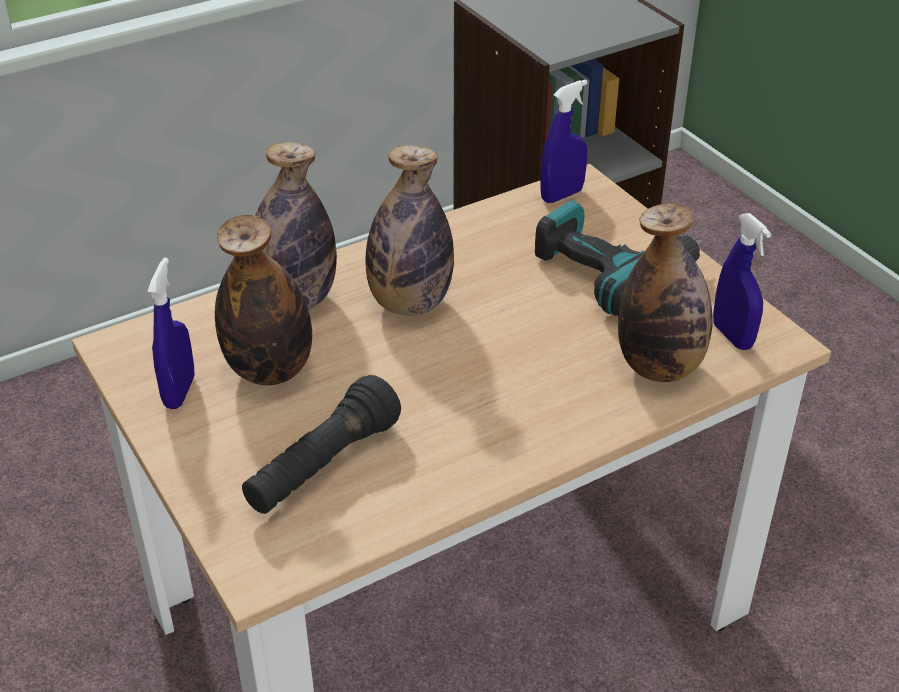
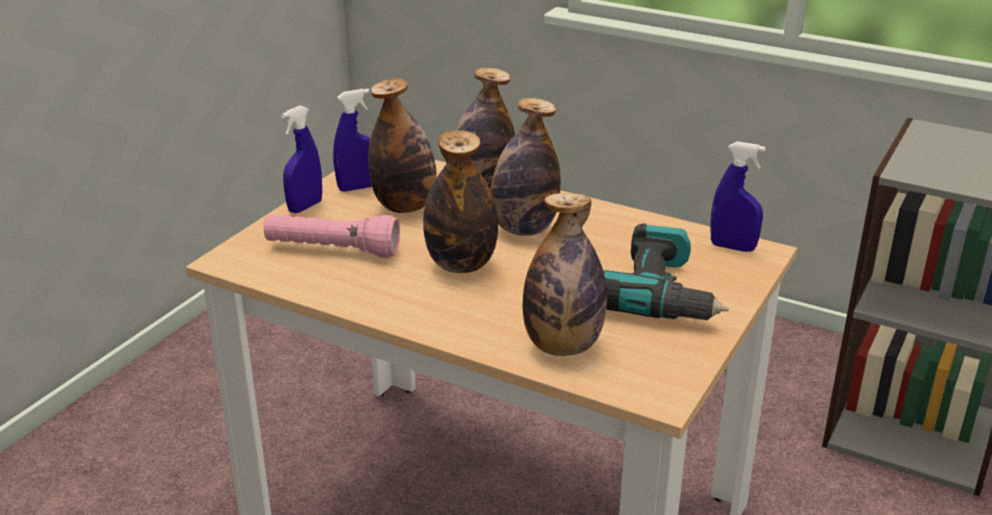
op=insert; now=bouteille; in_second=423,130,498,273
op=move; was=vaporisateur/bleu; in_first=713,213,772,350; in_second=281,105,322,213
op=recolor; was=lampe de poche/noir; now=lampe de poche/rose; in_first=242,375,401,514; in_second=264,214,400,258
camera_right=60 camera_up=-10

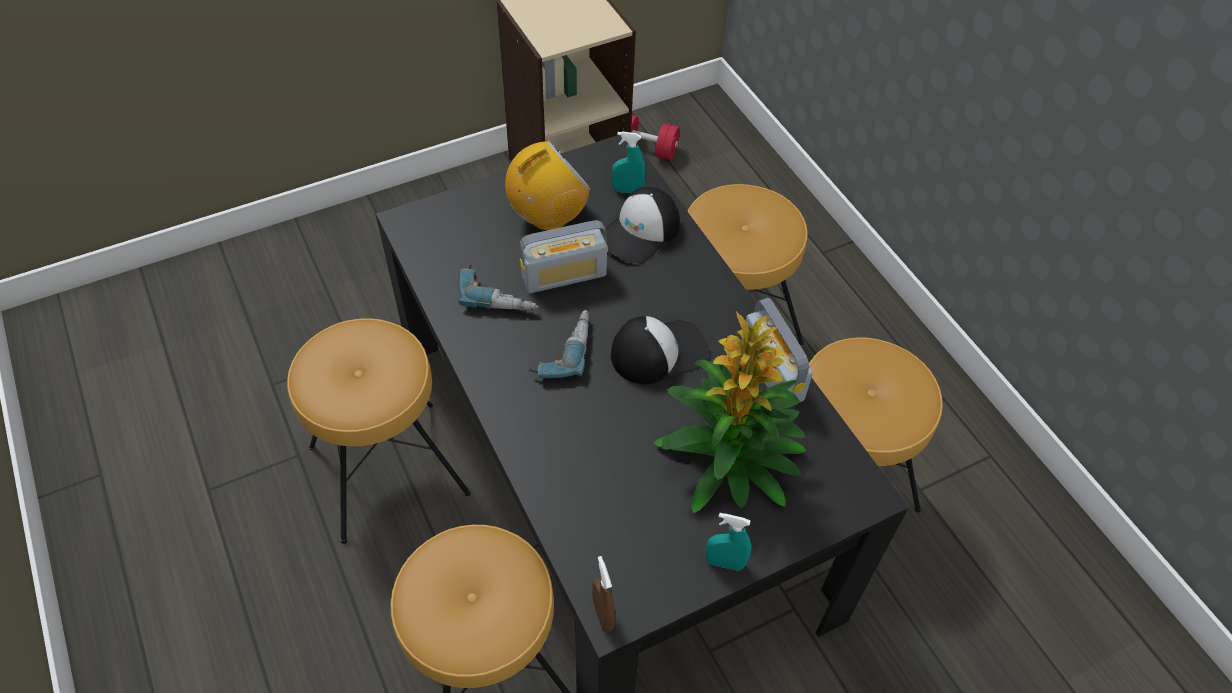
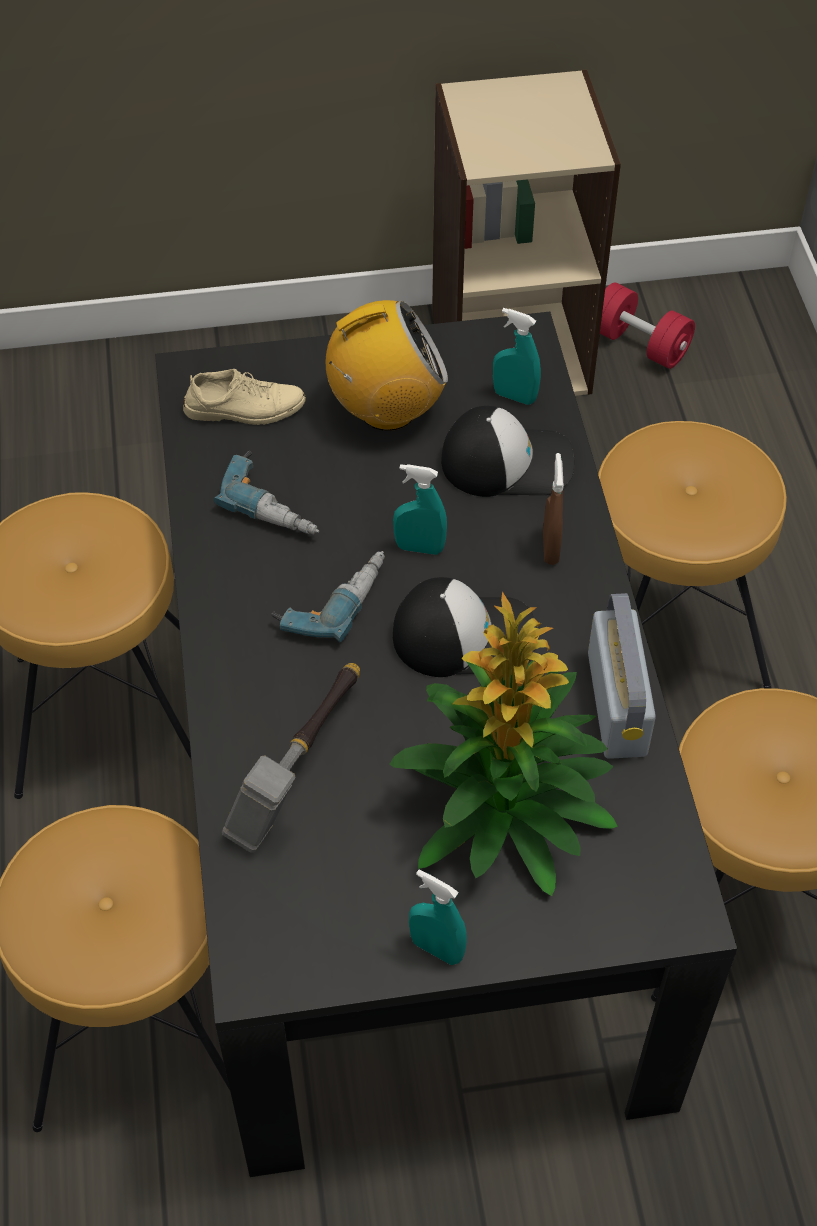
op=delete; was=radio; in_first=519,220,608,293
op=insert; now=chaussure/beige; in_second=183,369,306,425
op=insert; now=marteau; in_second=222,663,360,853
op=insert; now=vaporisateur/turquoise; in_second=393,464,447,555
op=move; was=vaporisateur/marron; in_first=592,556,616,632; in_second=543,453,564,565
op=rotate; was=casquette; in_first=601,187,680,264; in_second=441,406,574,497; clockwise=-150
camera_right=20 camera_up=0

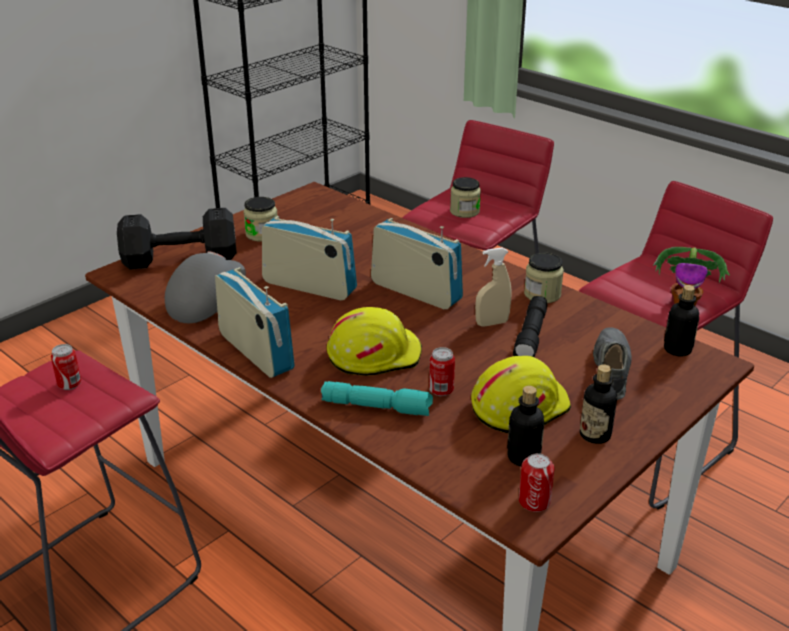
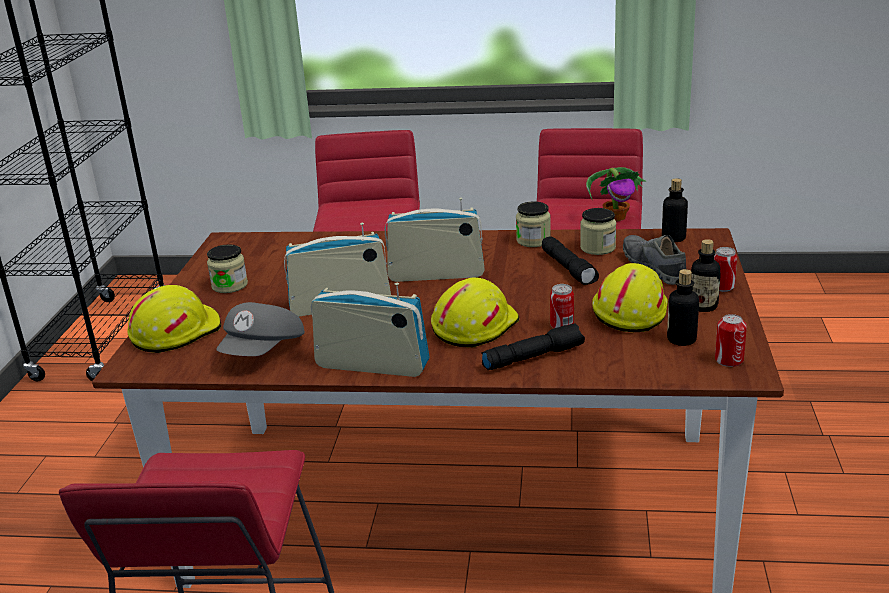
op=delete; was=vaporisateur/beige; in_first=475,248,512,327
op=move; was=boîte métallique; in_first=51,344,81,390; in_second=714,247,737,292
op=move; was=bocal; in_first=450,177,481,218; in_second=580,208,616,255
op=replace; was=haltère/noir; now=casque de chantier/jaune; in_first=117,208,237,270; in_second=127,285,221,353
op=recolor; was=lampe de poche/turquoise; now=lampe de poche/noir; in_first=321,381,433,416; in_second=481,323,585,370
op=rotate; was=casquette/gris; in_first=165,251,246,323; in_second=216,302,305,356; clockwise=-150
camera_right=-35 camera_up=-5

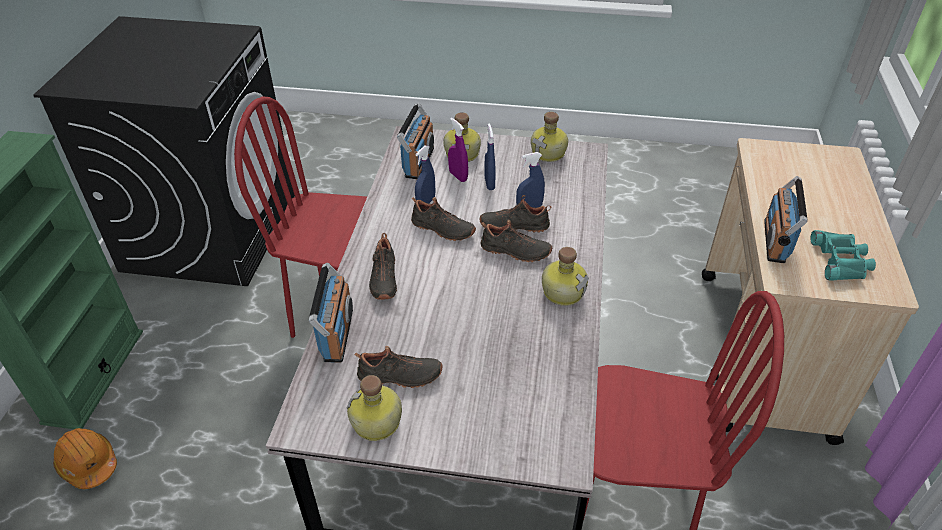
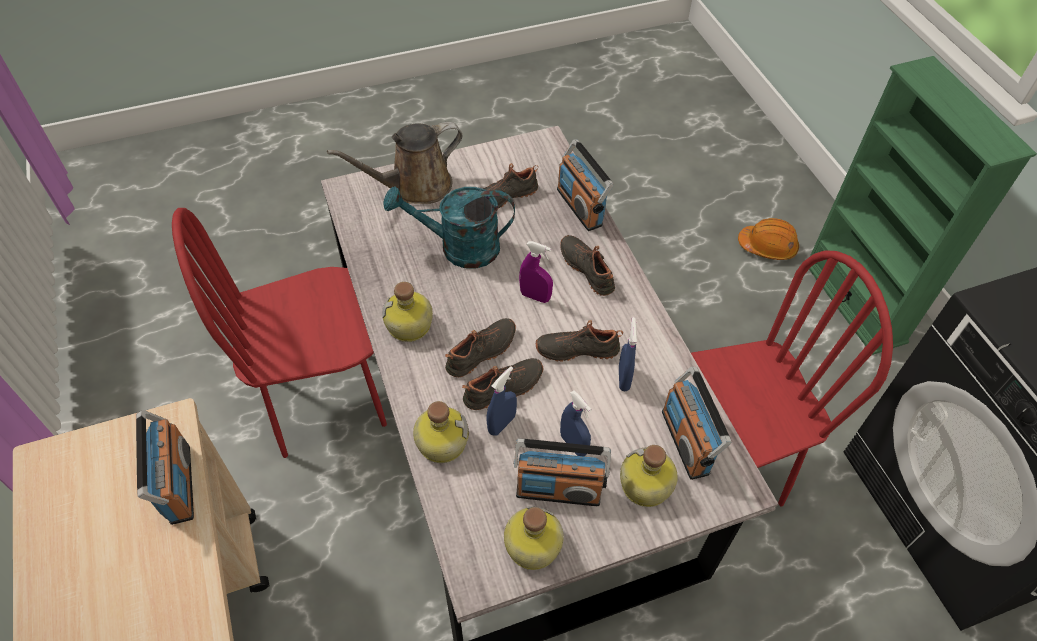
op=delete; was=jumelles/turquoise; in_first=810,230,876,280
op=insert; now=arrosoir/marron; in_second=327,122,462,204
op=insert; now=arrosoir/turquoise; in_second=383,186,515,269
op=insert; now=radio; in_second=513,438,611,506
op=move; was=bouteille; in_first=347,375,402,441; in_second=413,401,469,463
op=move; was=vaporisateur/violet; in_first=448,118,468,182; in_second=519,241,553,303
op=rotate; was=chaussure/noir; in_first=480,220,552,262; in_second=445,318,516,377; clockwise=150
camera_right=150 camera_up=10

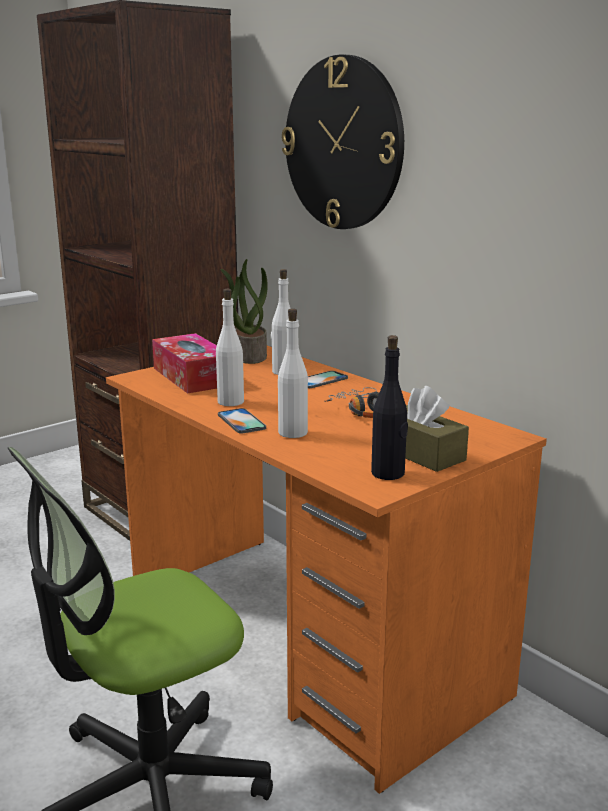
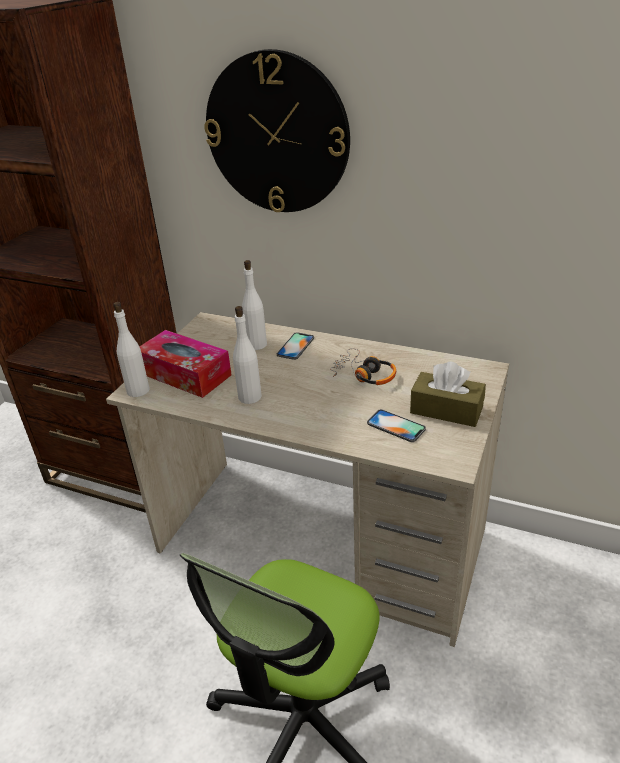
op=delete; was=plante en pot; in_first=220,259,268,364
op=delete; was=bouteille/noir; in_first=371,335,408,480
op=move; was=téléphone; in_first=218,408,266,434; in_second=367,409,426,442
op=move; was=bouteille/blanc; in_first=278,309,308,438; in_second=113,302,150,397
op=recolor; was=bureau/orange; now=bureau/beige; in_first=106,346,547,794; in_second=106,312,509,647
camera_right=-25 camera_up=15

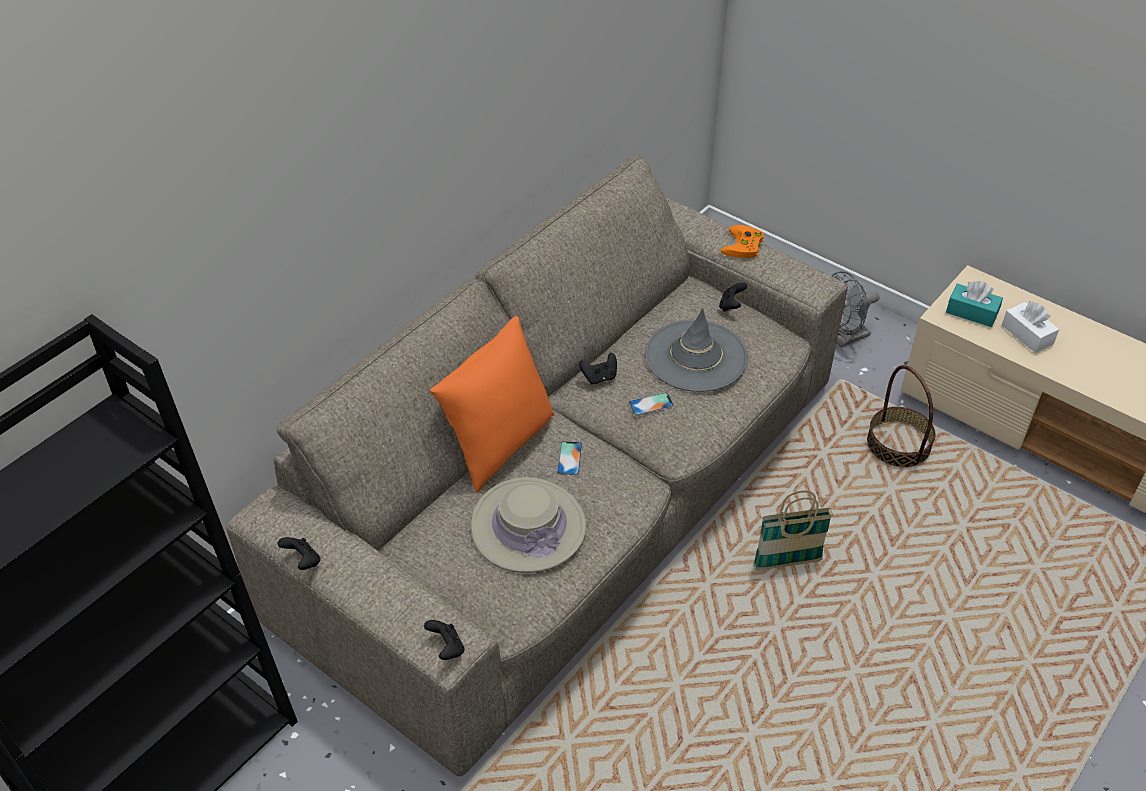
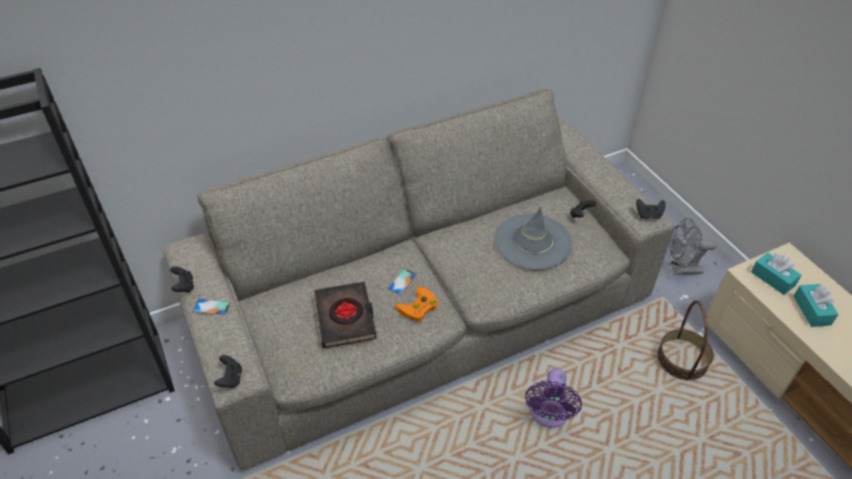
op=delete; was=coussin/orange; in_first=430,316,554,493
op=move; was=manette/noir; in_first=579,352,617,384; in_second=636,199,666,219
op=move; was=téléphone; in_first=629,392,674,416; in_second=193,299,231,315
op=move; was=manette/orange; in_first=721,225,764,258; in_second=395,287,438,322
op=replace; was=chapeau/beige; now=livre/noir; in_first=471,477,587,573; in_second=314,282,377,348
op=replace; was=panier; now=ventilateur/violet; in_first=753,491,833,571; in_second=525,369,582,428
op=recolor; was=boîte à mouchoirs/blanc; now=boîte à mouchoirs/turquoise; in_first=1002,301,1059,353; in_second=793,284,839,327
camera_right=25 camera_up=0

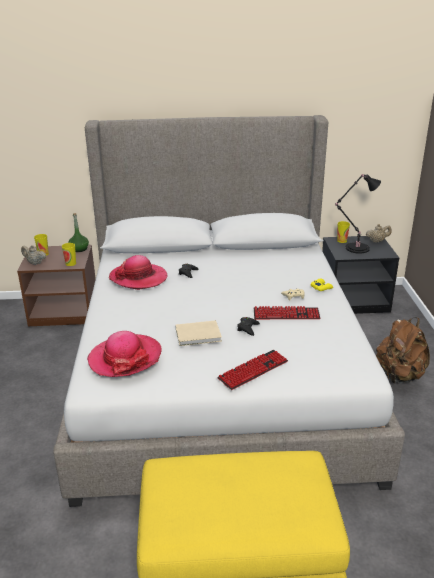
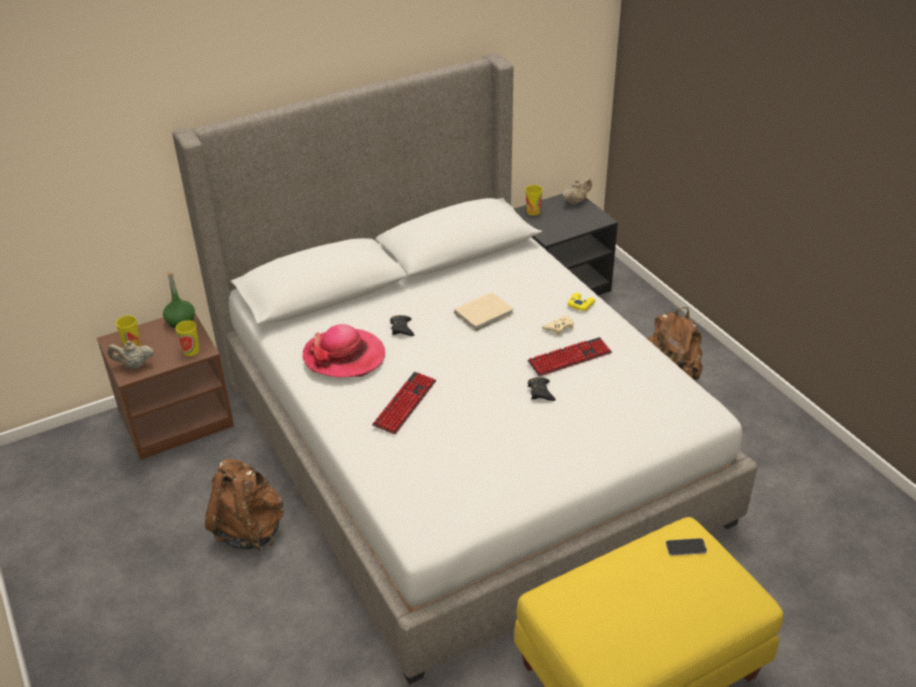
op=delete; was=chapeau; in_first=87,331,162,377
op=delete; was=lampe de table/noir; in_first=335,174,381,254
op=insert; now=sac à dos/marron; in_second=205,459,284,551
op=insert; now=téléphone; in_second=666,538,707,556
op=move; was=livre/beige; in_first=176,320,222,346; in_second=454,292,514,331
op=move; was=clavier; in_first=217,350,288,390; in_second=372,372,436,435
camera_right=-25 camera_up=10

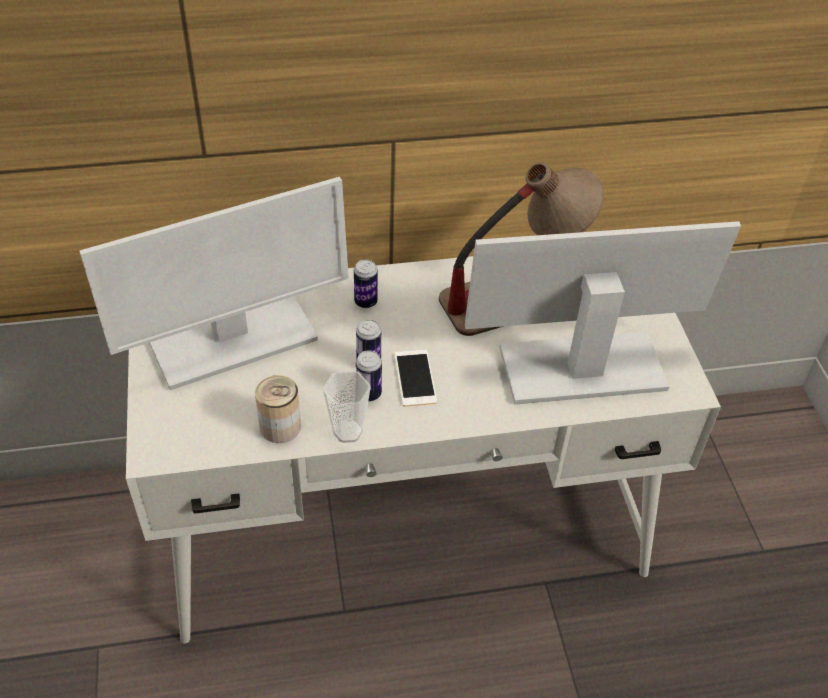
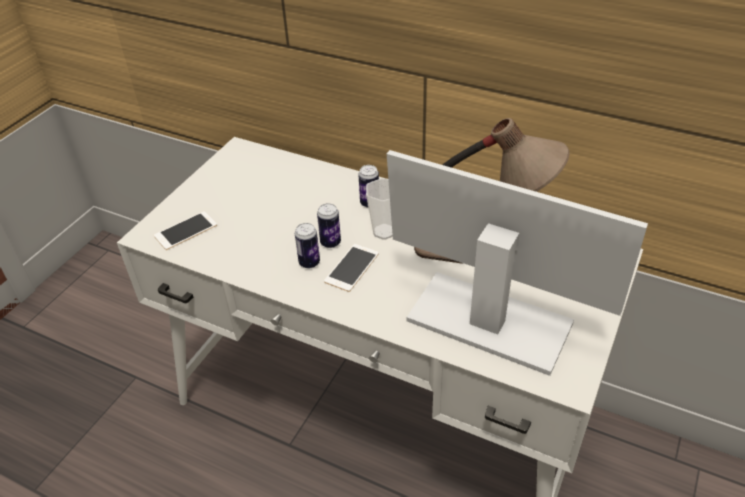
op=delete; was=écran d'ordinateur; in_first=79,177,349,390
op=delete; was=boîte métallique; in_first=255,375,301,443
op=insert; now=téléphone; in_second=154,211,217,250
op=move; was=tasse; in_first=323,371,371,443; in_second=366,178,393,240
camera_right=40 camera_up=-5

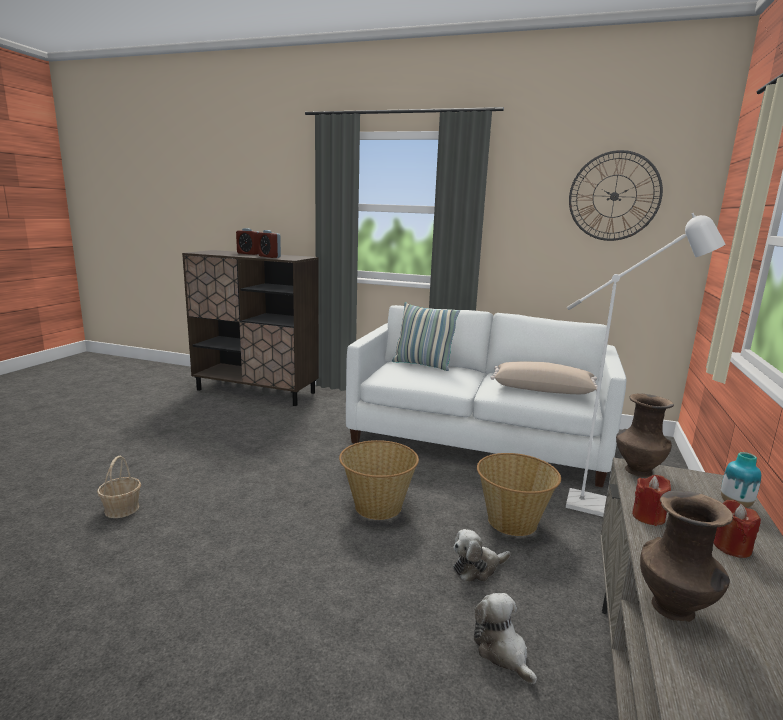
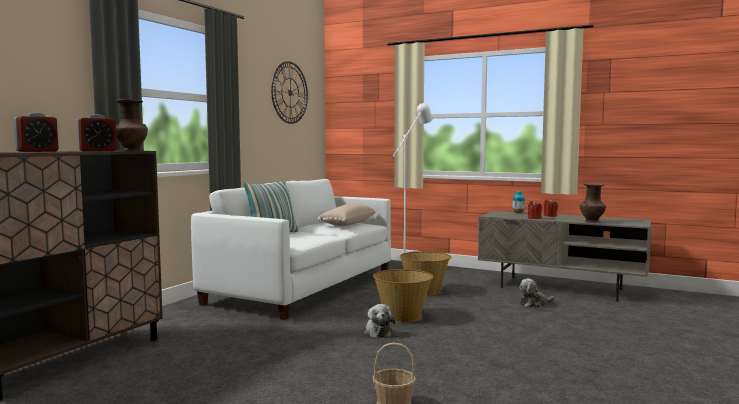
op=move; was=peluche; in_first=453,529,511,582; in_second=364,304,395,338
op=move; was=vase/marron; in_first=616,393,674,477; in_second=116,99,148,151
camera_right=-80 camera_up=-10

